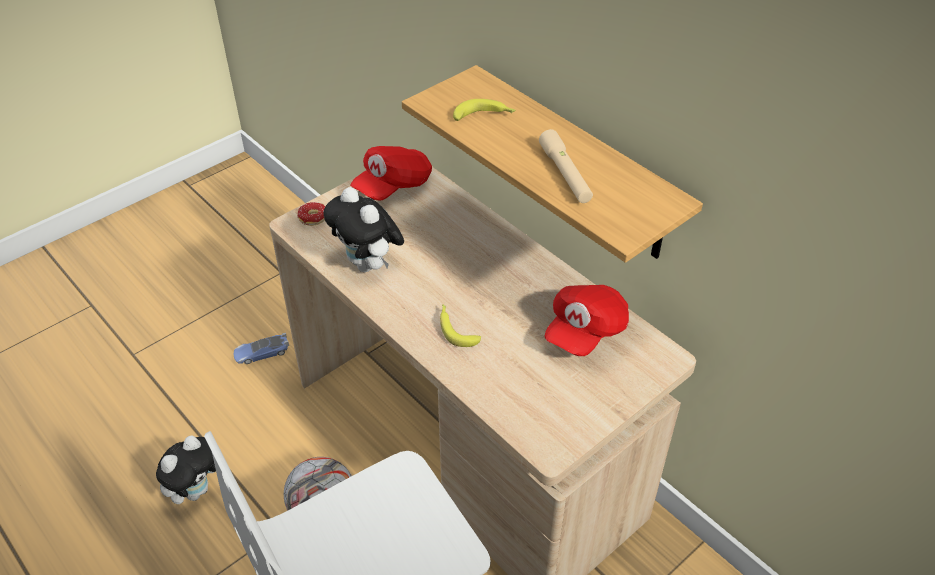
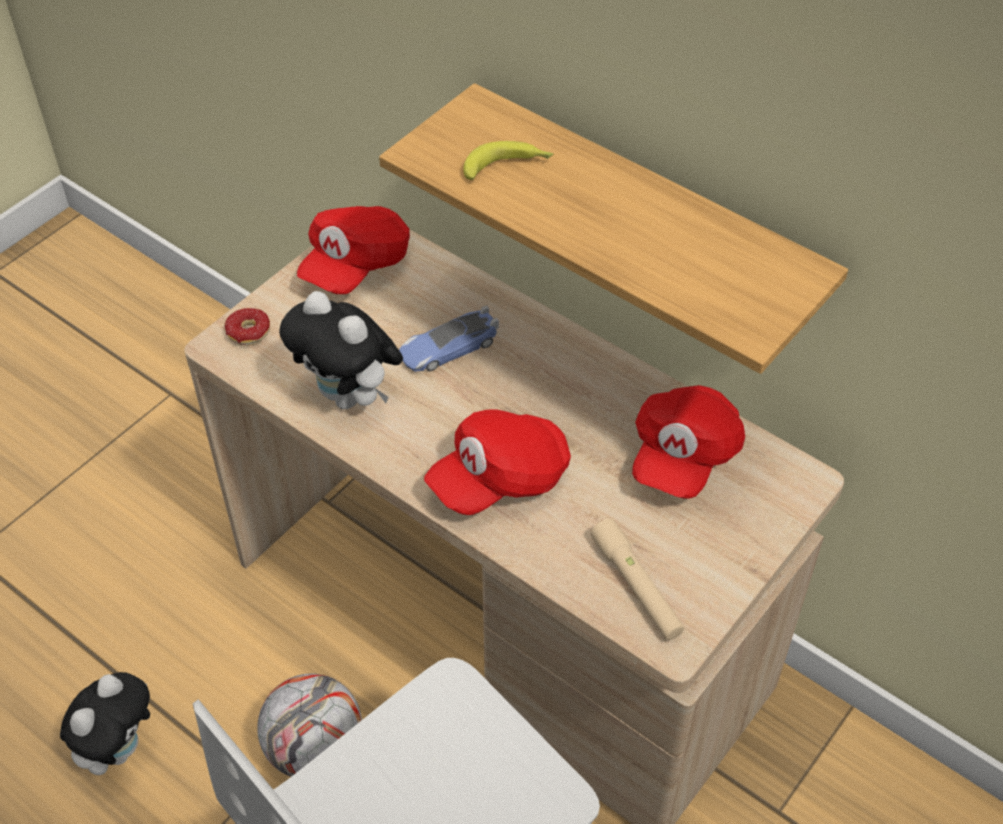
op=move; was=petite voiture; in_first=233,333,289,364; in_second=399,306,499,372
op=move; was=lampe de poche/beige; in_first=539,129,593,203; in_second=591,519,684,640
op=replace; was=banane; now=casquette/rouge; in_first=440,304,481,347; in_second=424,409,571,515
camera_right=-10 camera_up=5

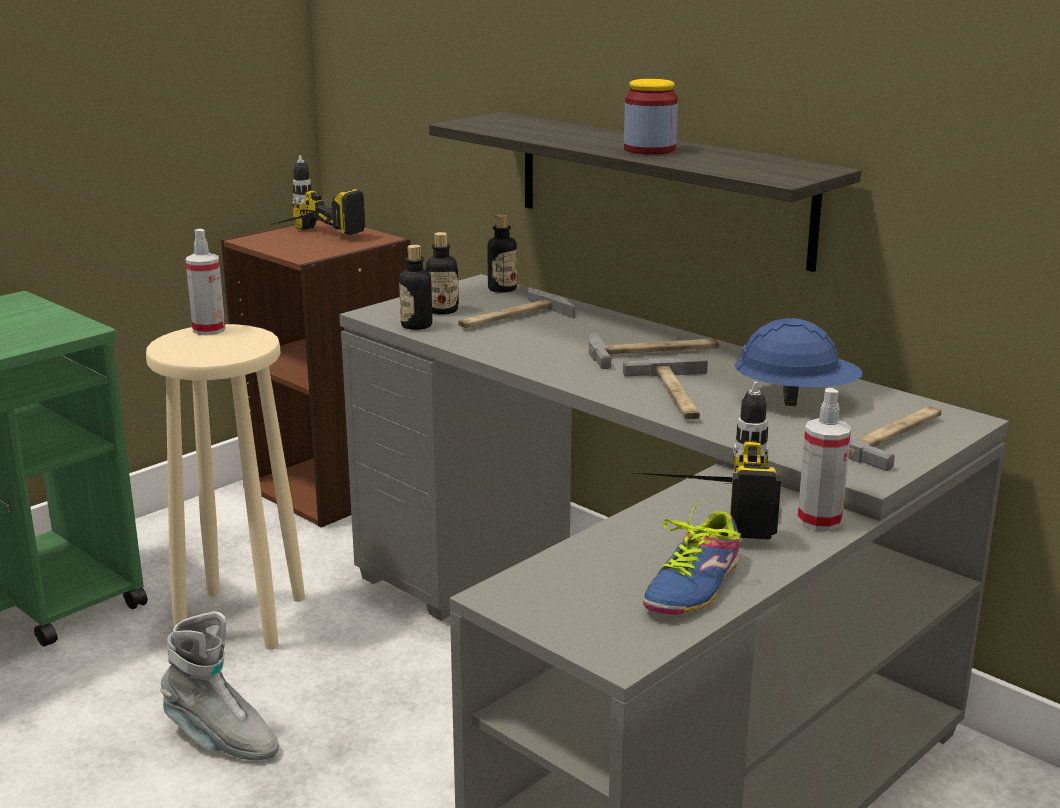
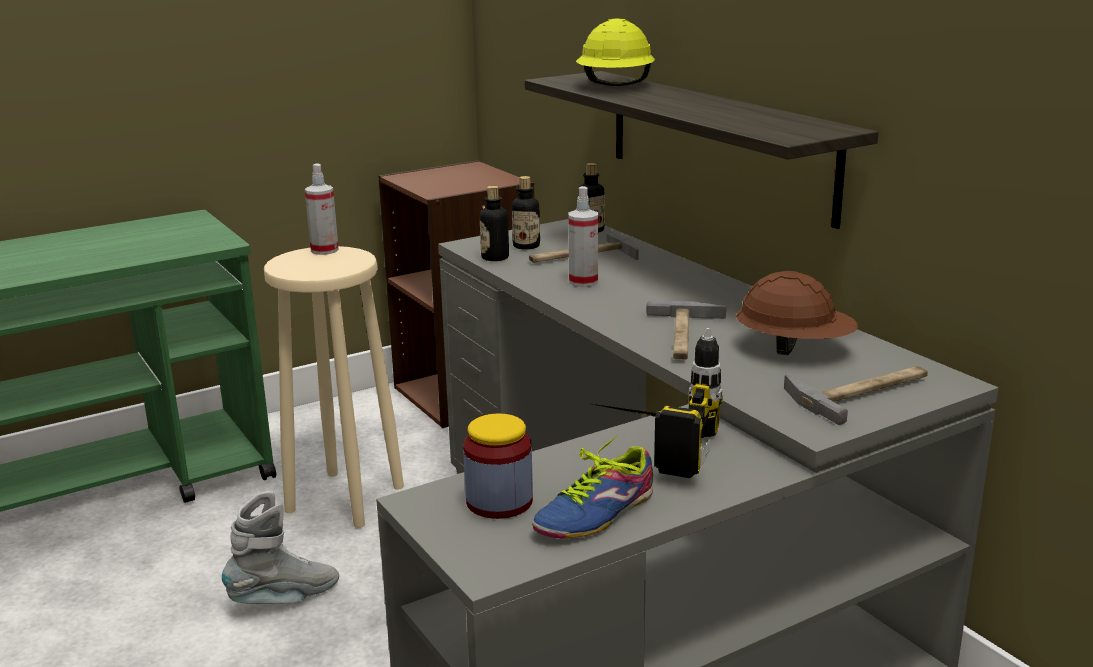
op=delete; was=perceuse; in_first=271,155,365,235
op=delete; was=marteau; in_first=589,330,719,369
op=insert; now=casque de chantier/jaune; in_second=576,19,655,86
op=move; was=bocal; in_first=624,79,678,154; in_second=463,413,533,519
op=move; was=vaporisateur; in_first=797,388,851,531; in_second=568,186,598,287
op=recolor; was=casque de chantier/bleu; now=casque de chantier/marron; in_first=735,318,862,406; in_second=736,271,858,355
op=rotate; was=botte/gris; in_first=160,611,279,760; in_second=222,491,339,604; clockwise=-75
camera_right=15 camera_up=0

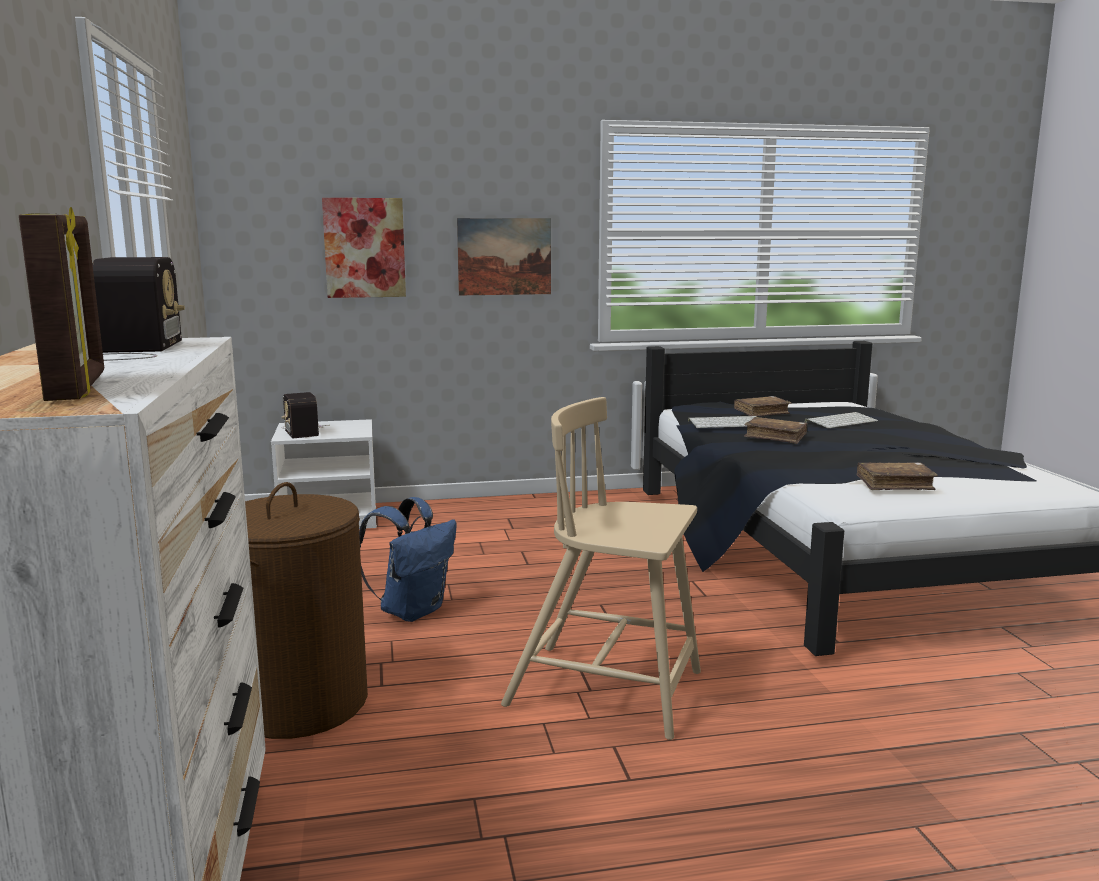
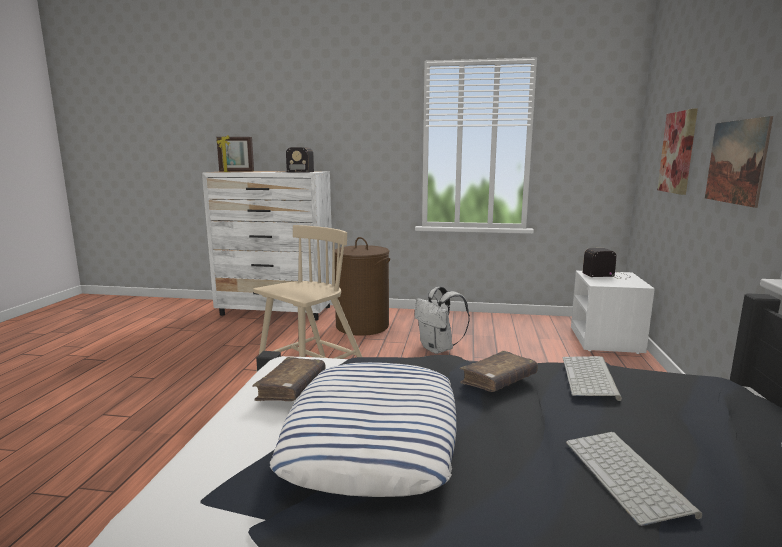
op=delete; was=livre/marron; in_first=734,396,792,417
op=insert; now=coussin; in_second=269,362,456,497
op=recolor; was=sac à dos/bleu; now=sac à dos/blanc; in_first=359,497,457,622; in_second=414,287,470,354
camera_right=110 camera_up=0

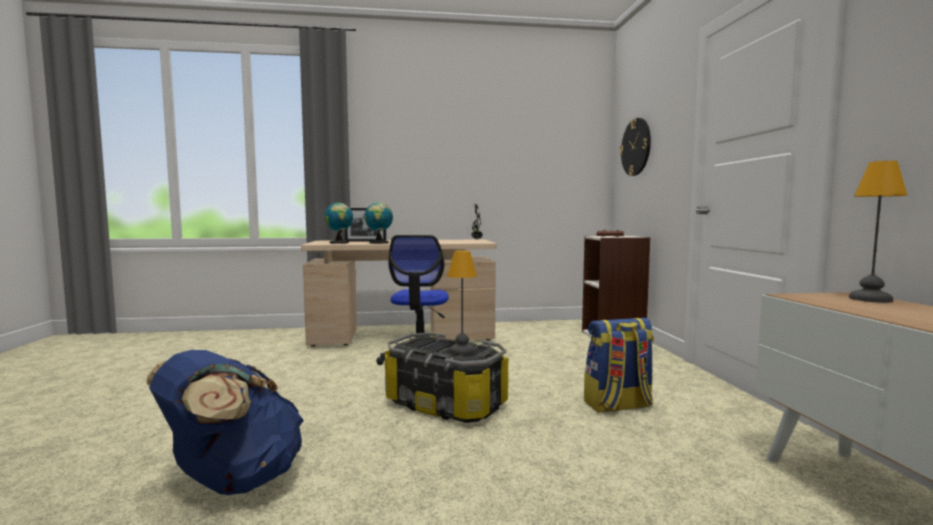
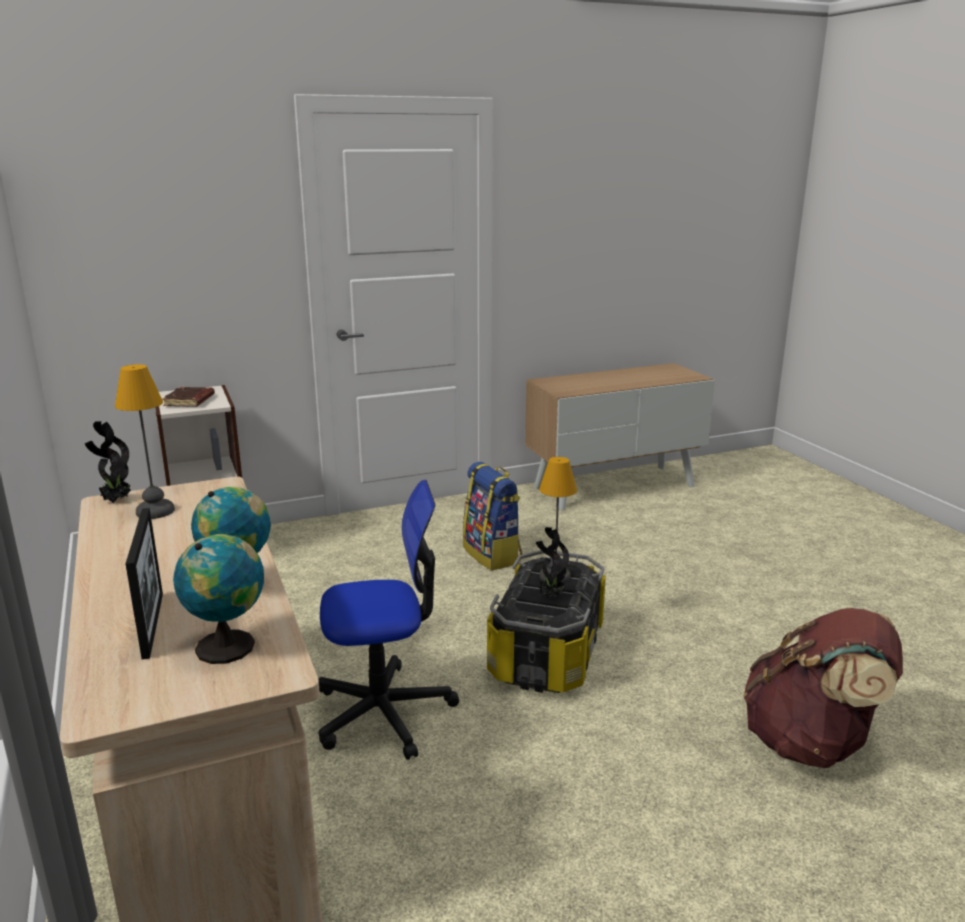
op=delete; was=horloge murale; in_first=619,118,651,176
op=insert; now=plante en pot; in_second=536,527,569,598
op=move; was=lampe de table; in_first=849,161,908,303; in_second=115,364,175,519
op=recolor; was=sac à dos/bleu; now=sac à dos/marron; in_first=146,350,304,495; in_second=744,608,903,768
camera_right=-105 camera_up=15

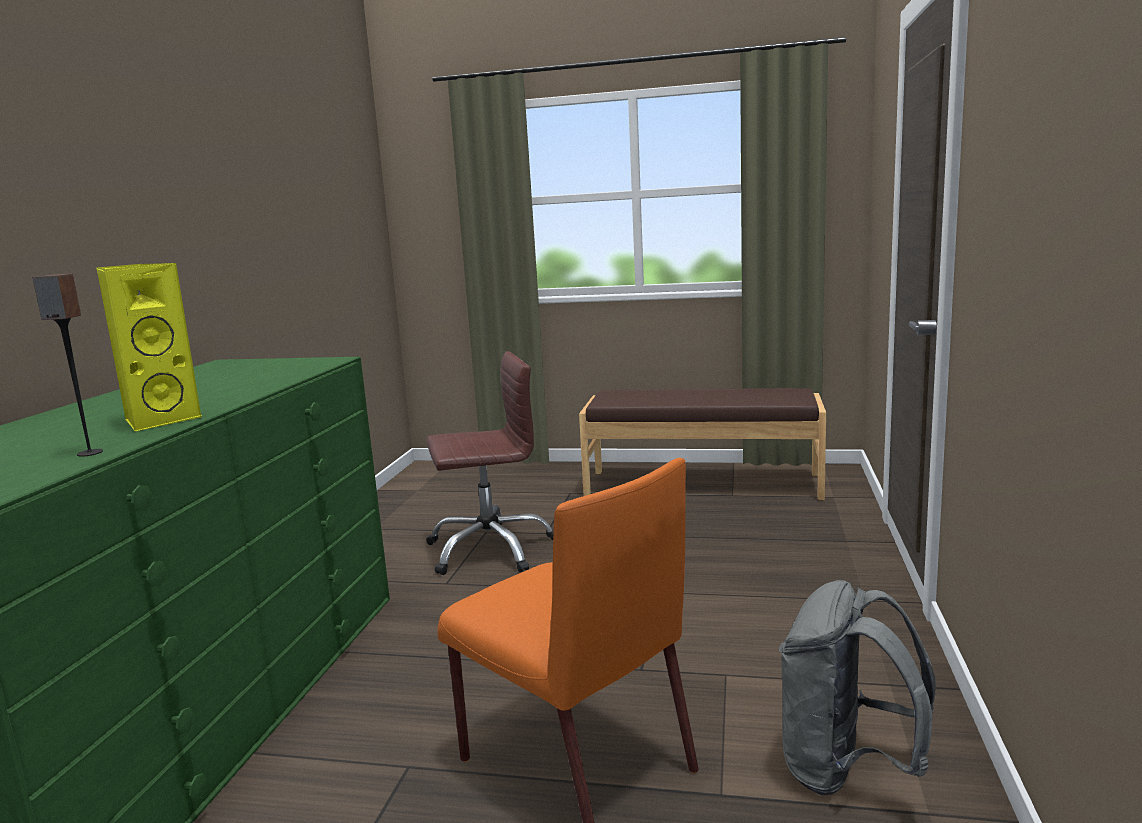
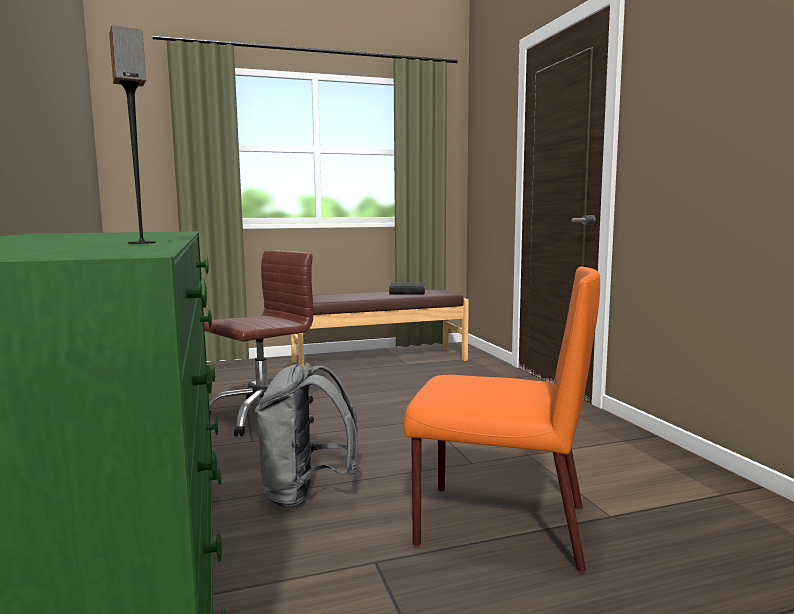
op=delete; was=enceinte/jaune; in_first=97,263,202,431
op=insert; now=livre/noir; in_second=389,283,425,294
op=move; was=sac à dos/gris; in_first=779,580,936,795; in_second=255,362,358,508
camera_right=-30 camera_up=-5

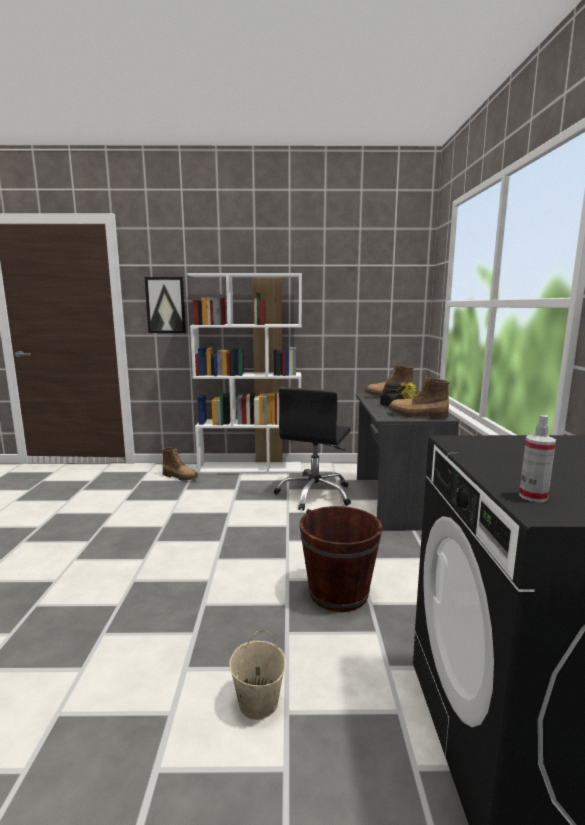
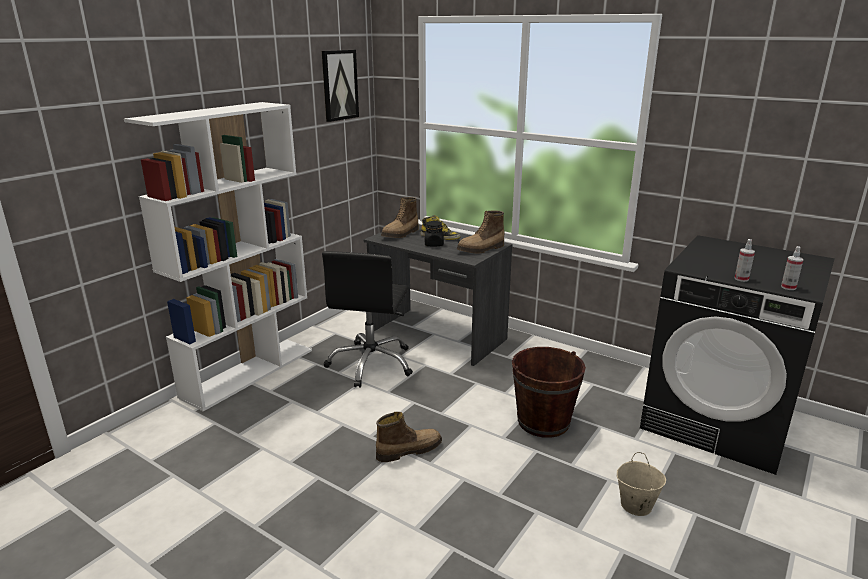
op=insert; now=vaporisateur; in_second=735,239,755,282
op=move; was=tableau; in_first=145,277,186,333; in_second=322,50,359,122
op=move; was=botte; in_first=162,448,198,481; in_second=376,412,442,462
op=rotate; was=chaise de bureau/noir; in_first=274,387,351,511; in_second=322,251,413,388; clockwise=45
camera_right=-55 camera_up=10

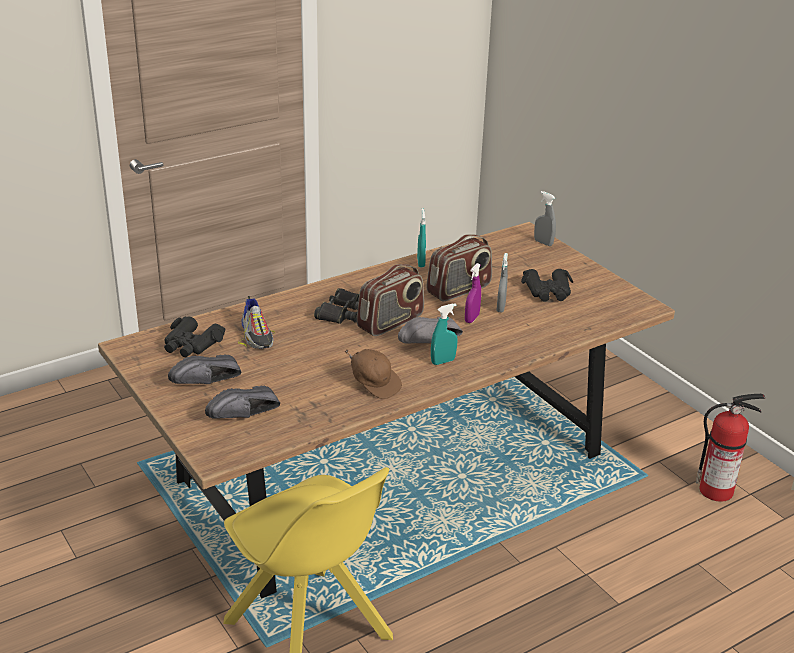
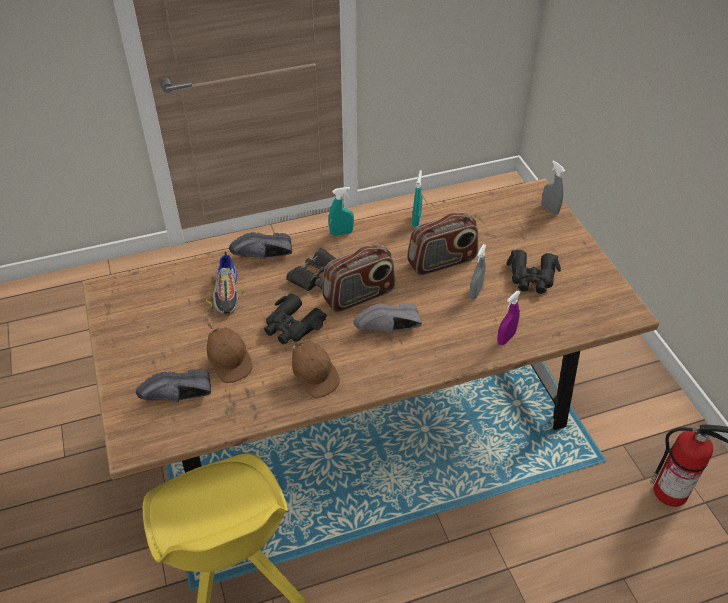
op=insert; now=casquette/marron; in_second=207,323,252,383
op=move; was=jumelles/noir; in_first=164,316,225,357; in_second=264,293,327,344
op=move; was=chaussure/noir; in_first=168,355,241,384; in_second=229,232,292,259
op=move; was=vaporisateur/turquoise; in_first=431,303,457,365; in_second=329,187,354,236
op=move; was=vaporisateur/violet; in_first=465,263,481,323; in_second=497,291,521,345
camera_right=15 camera_up=15

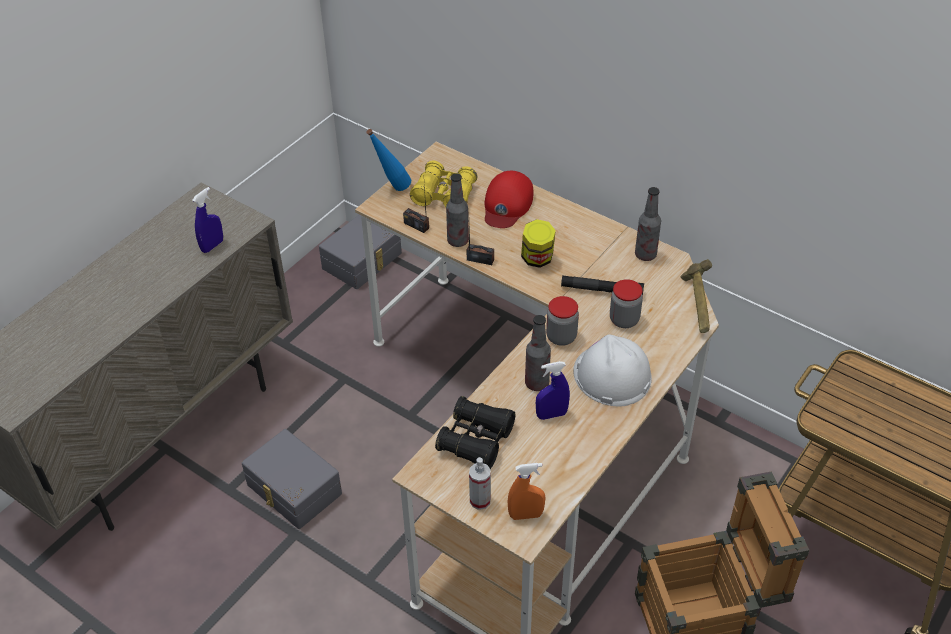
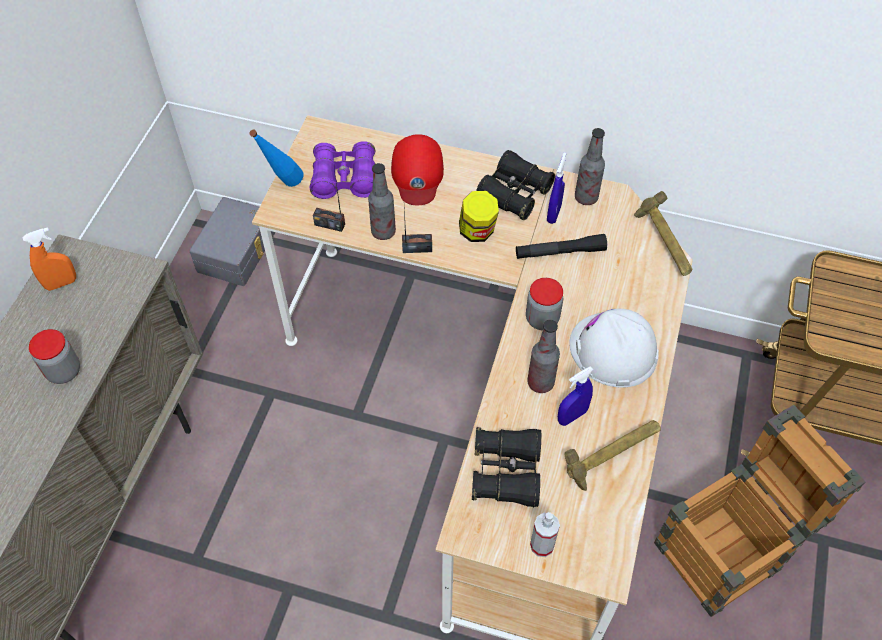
op=delete; was=boîte de rangement/gris; in_first=242,429,342,529
op=insert; now=jumelles/noir; in_second=476,150,555,220
op=insert; now=marteau; in_second=564,420,661,491
op=move; was=vaporisateur/bleu; in_first=192,187,223,253; in_second=547,152,566,224
op=move; was=vaporisateur/orange; in_first=507,463,546,520; in_second=22,227,76,291
op=move; was=bocal; in_first=610,279,643,328; in_second=29,329,80,384
op=recolor; was=jumelles/jaune; now=jumelles/violet; in_first=410,160,477,207; in_second=310,141,375,199
camera_right=-20 camera_up=10

